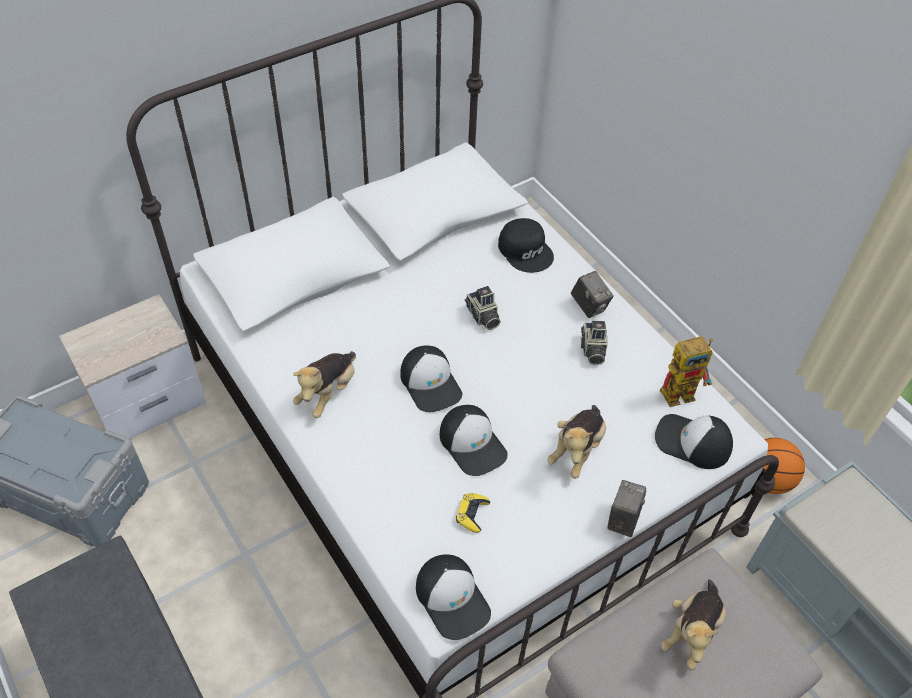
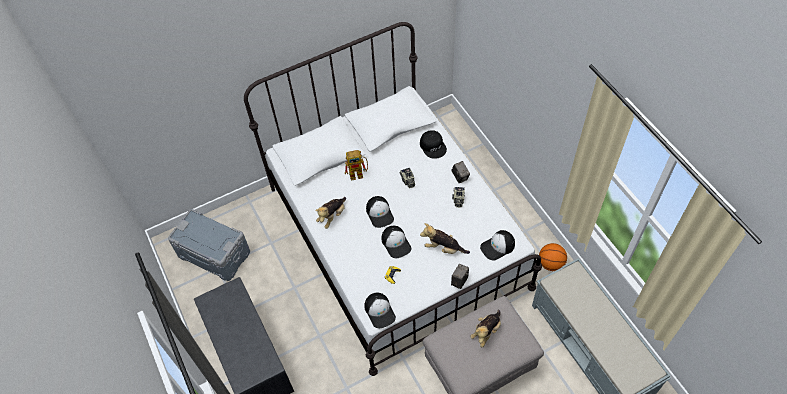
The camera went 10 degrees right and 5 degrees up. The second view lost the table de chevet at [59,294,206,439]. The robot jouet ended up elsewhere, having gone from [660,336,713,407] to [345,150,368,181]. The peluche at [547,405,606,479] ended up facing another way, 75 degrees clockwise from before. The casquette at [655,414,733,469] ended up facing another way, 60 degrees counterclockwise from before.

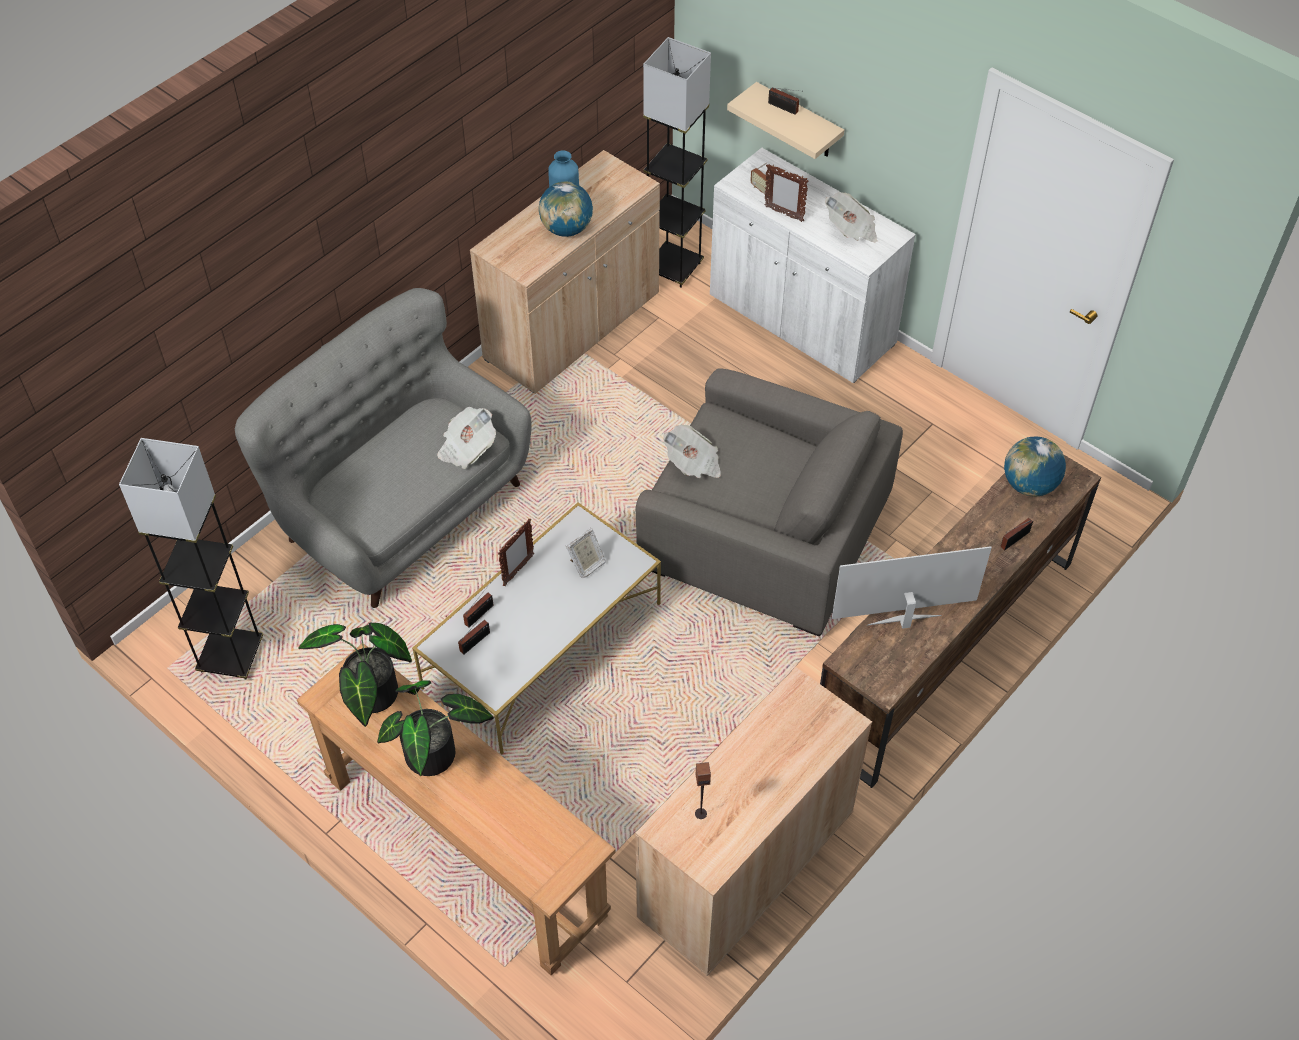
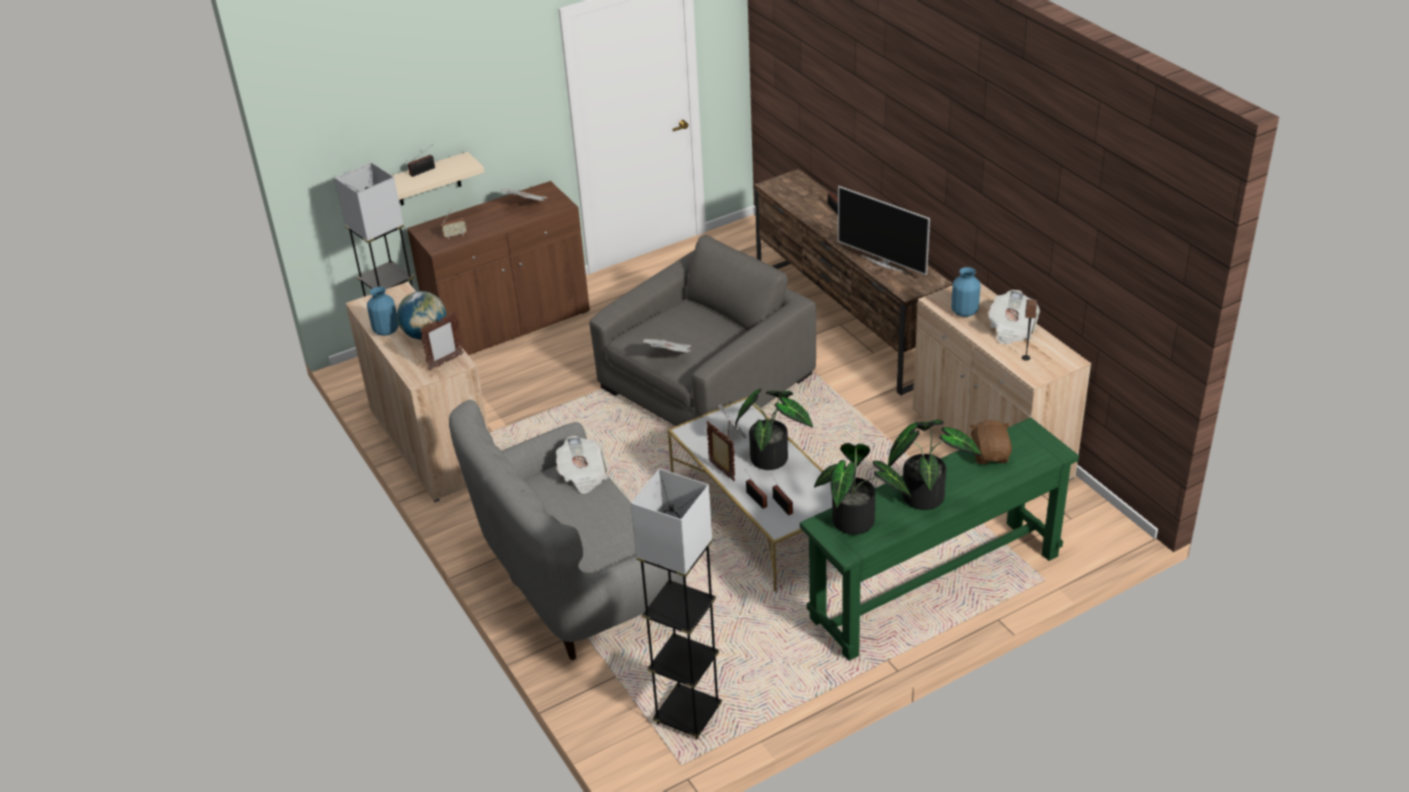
The camera went 70 degrees left and 15 degrees down. The second view lost the globe at [1004,437,1066,497]. The second view gained the plante en pot at [735,388,813,470]. The second view gained the vase [bleu] at [951,267,980,317]. The second view gained the peluche [marron] at [970,420,1012,464]. The second view gained the journal at [988,290,1040,344]. The cadre photo ended up elsewhere, having gone from [764,164,808,222] to [420,312,464,371]. What was the table console [marron] at [297,643,616,975] turned into the table console [vert] at [800,417,1079,661]. What was the meuble de rangement [blanc] at [710,148,916,383] turned into the meuble de rangement [marron] at [407,181,590,355]. The téléviseur at [832,546,992,629] ended up facing another way, 60 degrees counterclockwise from before.

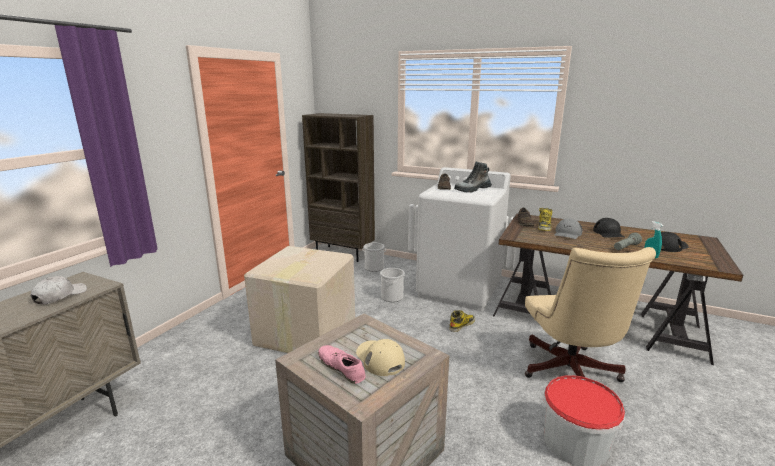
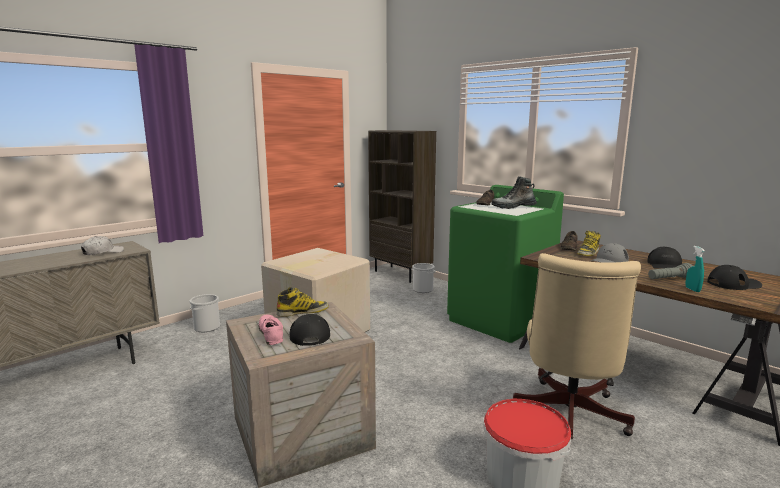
The camera went 20 degrees right and 5 degrees down. The seau ended up elsewhere, having gone from [380,268,405,302] to [190,294,220,332]. The botte ended up elsewhere, having gone from [449,310,475,332] to [276,287,329,317]. What was the casquette [beige] at [356,339,405,376] turned into the casquette [noir] at [289,314,330,346]. What was the lave-linge [blanc] at [416,167,511,311] turned into the lave-linge [vert] at [447,185,564,343].

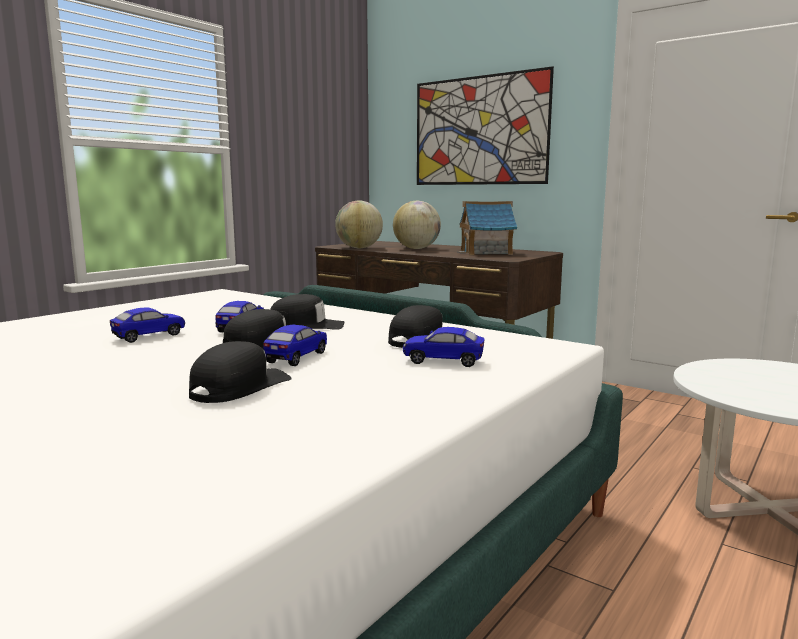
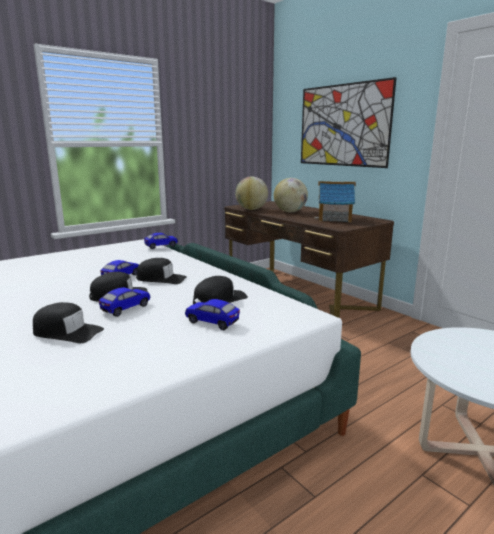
The camera went 15 degrees right and 5 degrees up. The petite voiture ended up elsewhere, having gone from [110,307,185,343] to [144,233,178,249]. The casquette [noir] at [189,341,292,403] ended up facing another way, 60 degrees clockwise from before.

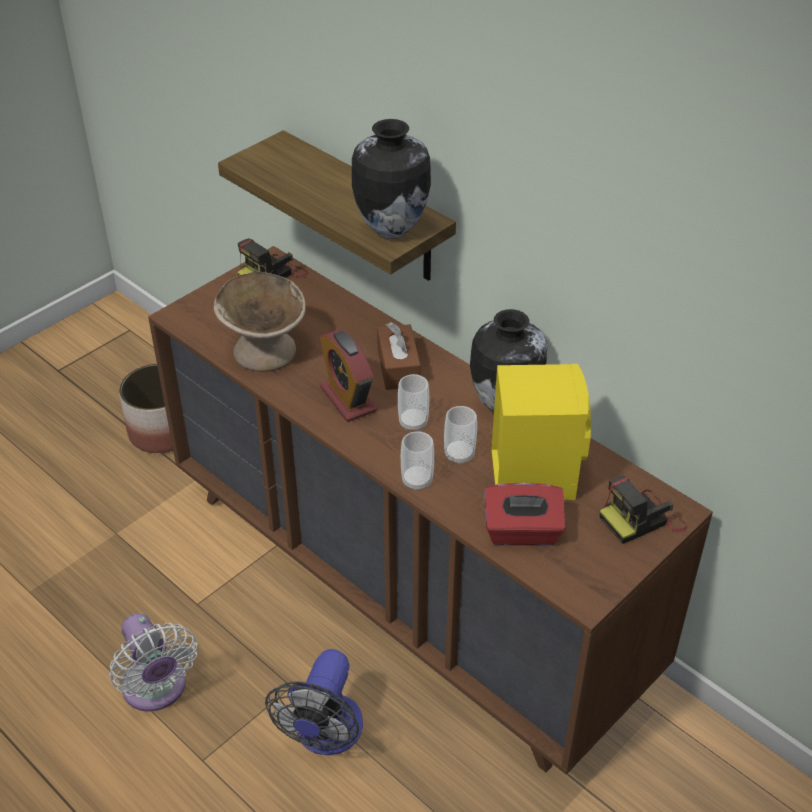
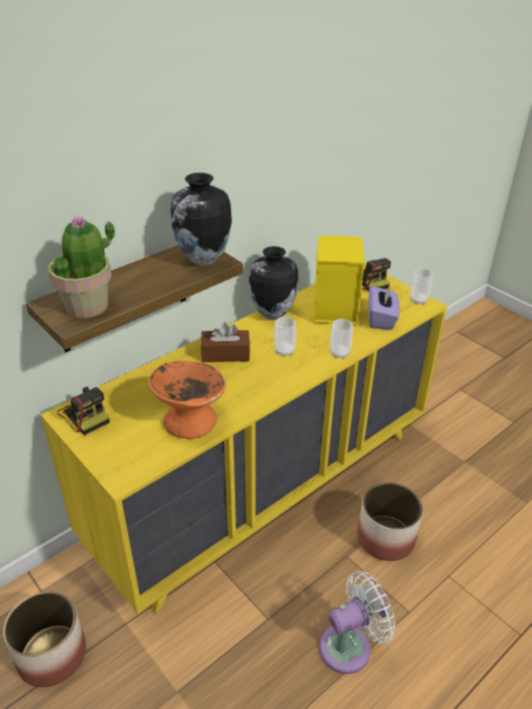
The camera went 85 degrees left and 5 degrees down. The second view lost the réveil at [320,329,377,422]. The second view gained the plante en pot at [48,216,115,318]. The tasse ended up elsewhere, having gone from [444,406,477,465] to [410,268,433,305]. Where the ventilateur stood at [265,649,363,755], the cache-pot came to stand at [357,482,423,561]. What was the commode [marron] at [148,246,713,774] turned into the commode [jaune] at [41,263,447,614]. What was the bol [beige] at [214,272,306,372] turned into the bol [orange] at [148,361,226,439]. What was the boîte à mouchoirs [rouge] at [484,483,566,546] turned into the boîte à mouchoirs [violet] at [368,285,400,330].

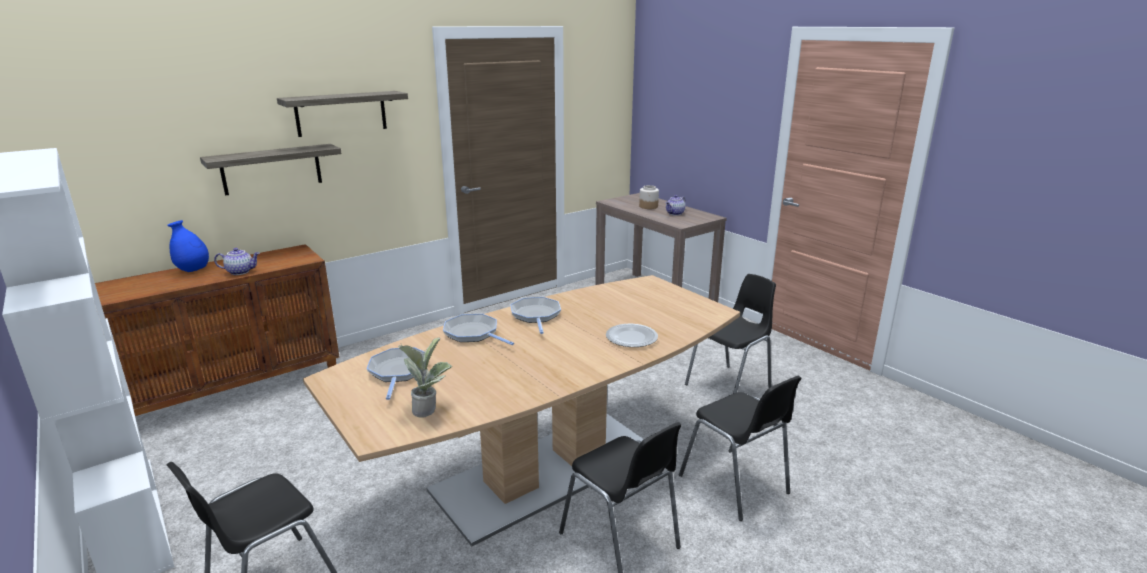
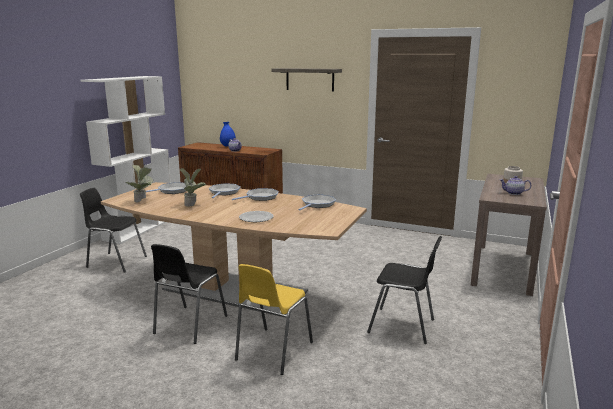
The camera went 60 degrees right and 5 degrees down. The second view lost the étagère at [200,144,342,196]. The second view gained the plante en pot at [179,168,206,207]. The second view gained the poêle at [298,194,336,210]. What was the chaise [noir] at [679,376,802,521] turned into the chaise [jaune] at [235,264,313,375].

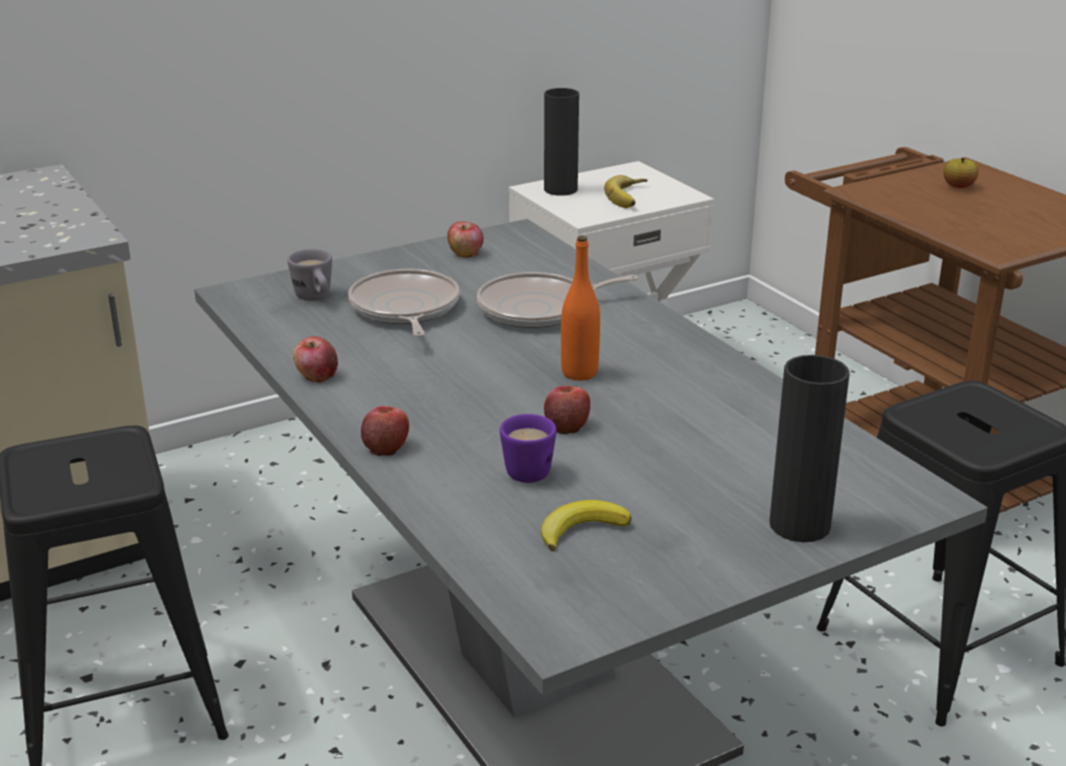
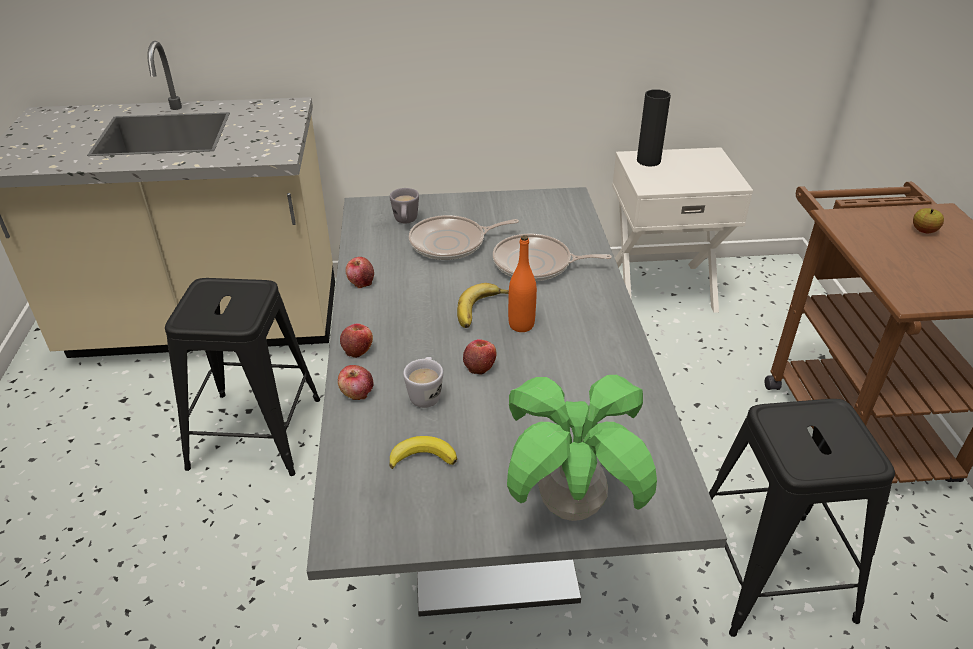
The camera went 25 degrees right and 10 degrees up. The pomme ended up elsewhere, having gone from [447,221,484,258] to [338,365,374,400]. The banane ended up elsewhere, having gone from [604,175,648,208] to [457,283,509,328]. Where the vase [noir] stood at [769,355,850,542], the plante en pot came to stand at [507,375,657,521]. What was the mug [violet] at [500,414,556,483] turned into the mug [blanc] at [403,357,443,408]. The poêle at [349,269,460,337] ended up facing another way, 120 degrees counterclockwise from before.

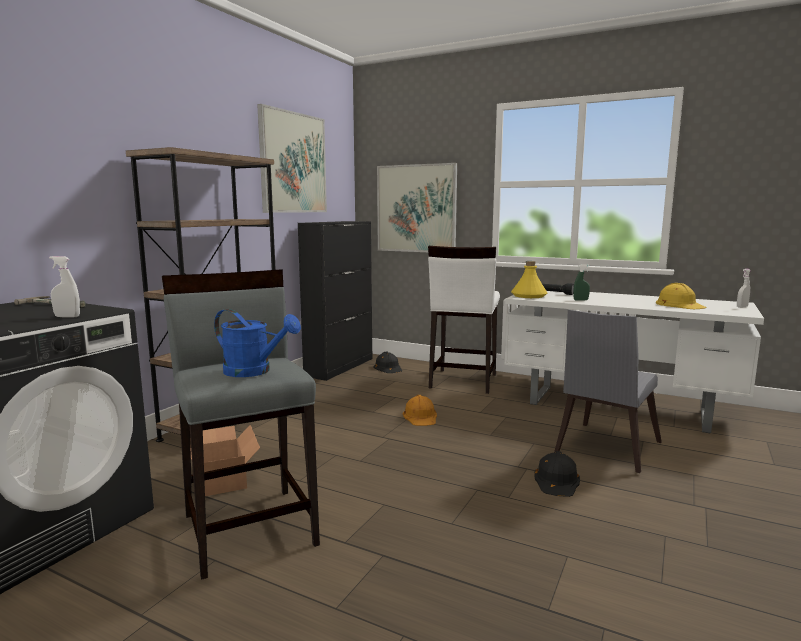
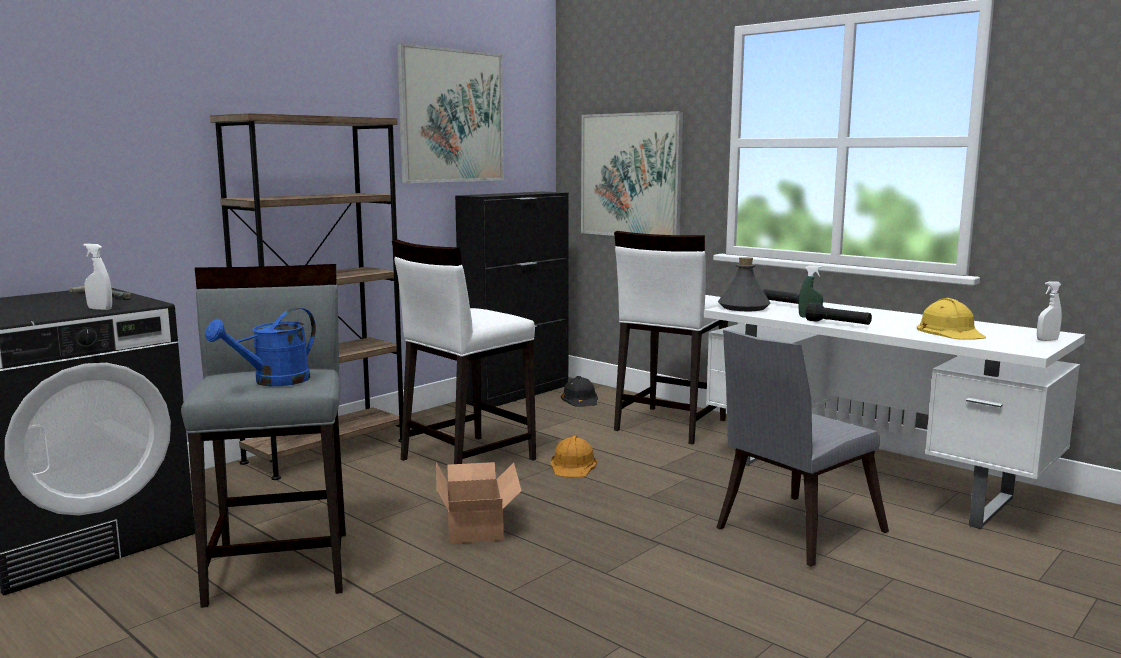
The camera went 15 degrees right and 0 degrees up. The second view lost the casque de chantier [noir] at [534,451,580,497]. The second view gained the tabouret [blanc] at [392,239,536,464]. The second view gained the lampe de poche [noir] at [806,302,872,325]. The carton ended up elsewhere, having gone from [190,425,260,496] to [436,462,522,544]. What was the bouteille [jaune] at [511,261,548,298] turned into the bouteille [gris] at [718,257,770,311]. The arrosoir [bleu] at [214,309,301,377] ended up facing another way, 90 degrees clockwise from before.

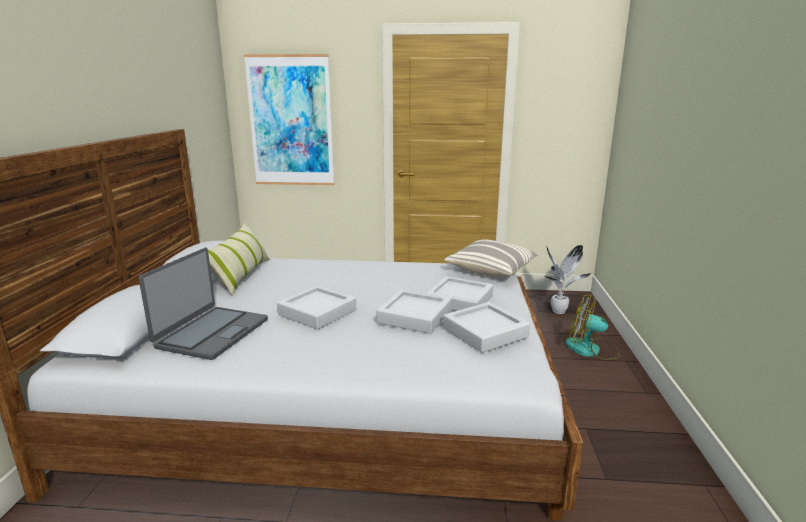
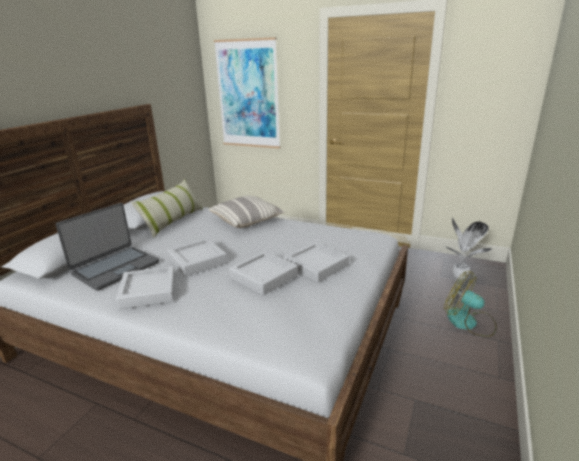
The camera went 20 degrees right and 5 degrees up. The plateau [gris] ended up elsewhere, having gone from [443,302,530,353] to [116,266,175,309]. The coussin ended up elsewhere, having gone from [444,239,539,278] to [209,196,285,228].

